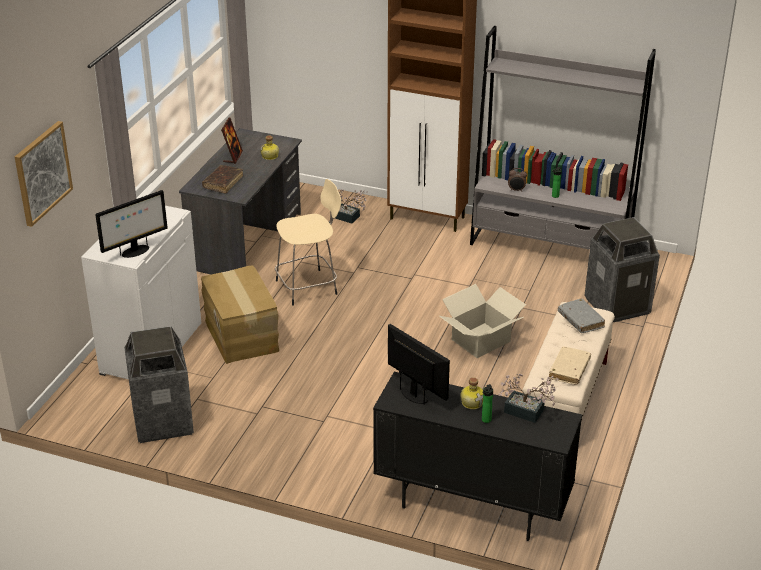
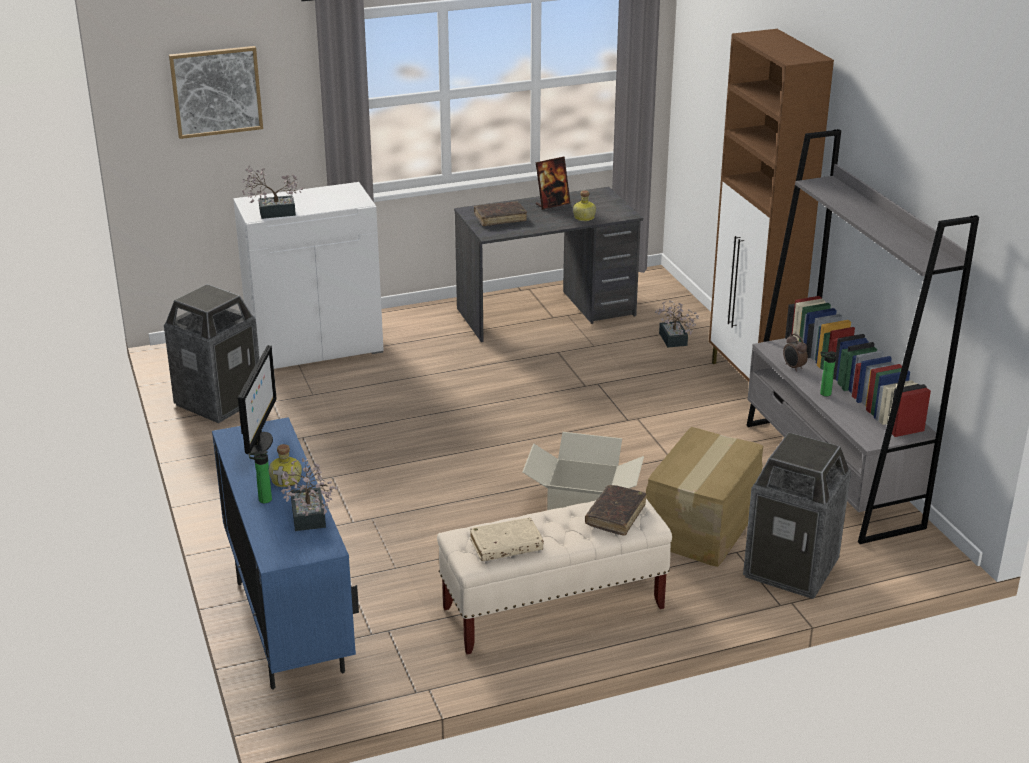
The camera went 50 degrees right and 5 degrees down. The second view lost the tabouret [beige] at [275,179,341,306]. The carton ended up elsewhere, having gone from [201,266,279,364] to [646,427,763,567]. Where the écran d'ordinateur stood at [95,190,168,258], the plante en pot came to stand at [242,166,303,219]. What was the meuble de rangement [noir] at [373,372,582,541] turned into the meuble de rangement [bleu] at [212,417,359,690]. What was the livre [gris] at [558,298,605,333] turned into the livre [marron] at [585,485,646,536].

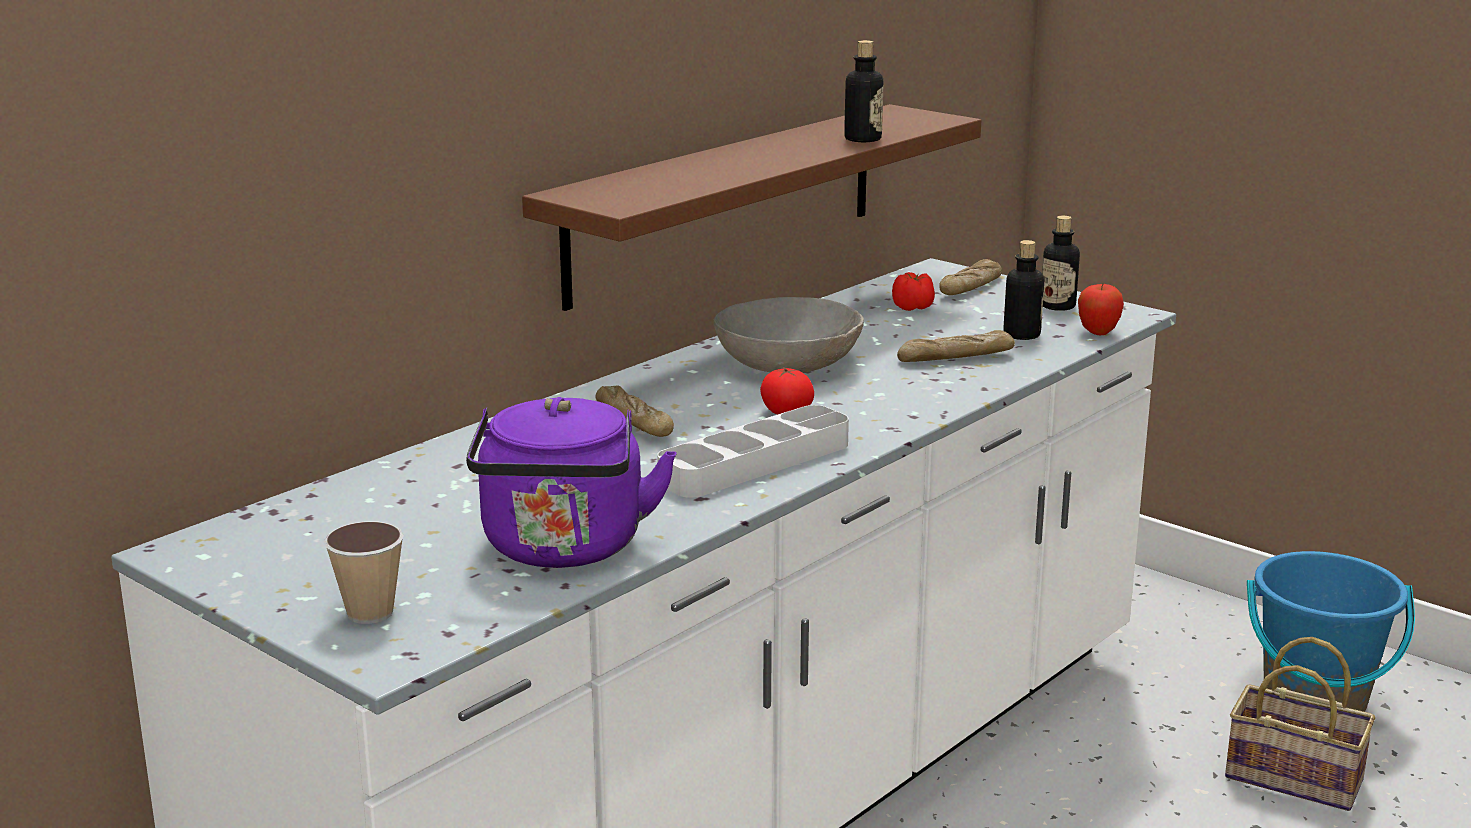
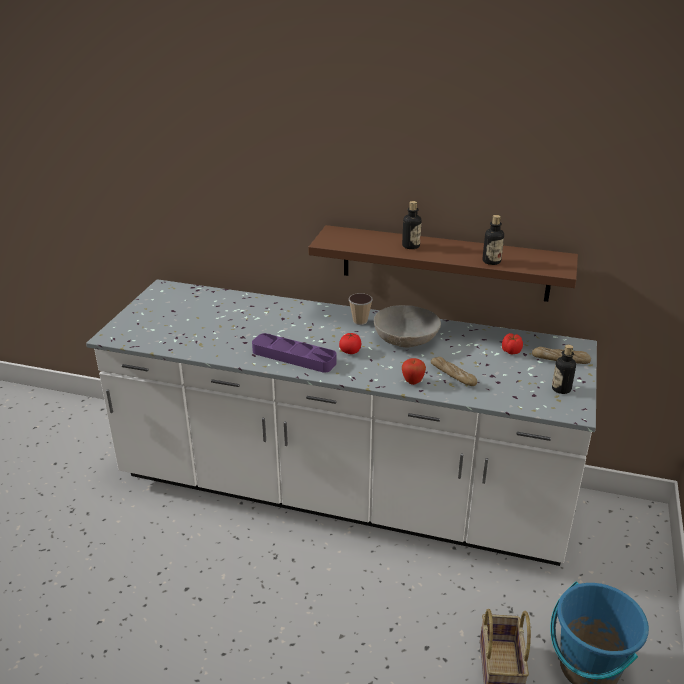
The camera went 65 degrees right and 10 degrees up. The second view lost the bouilloire [violet] at [466,397,677,568]. The second view lost the pain at [595,385,674,437]. The tasse ended up elsewhere, having gone from [324,521,404,624] to [349,293,373,325]. The bouteille ended up elsewhere, having gone from [1003,240,1044,340] to [402,201,422,249]. The pomme ended up elsewhere, having gone from [1078,283,1124,335] to [402,358,426,385]. What was the plateau [gris] at [657,405,849,498] turned into the plateau [violet] at [252,333,337,373].

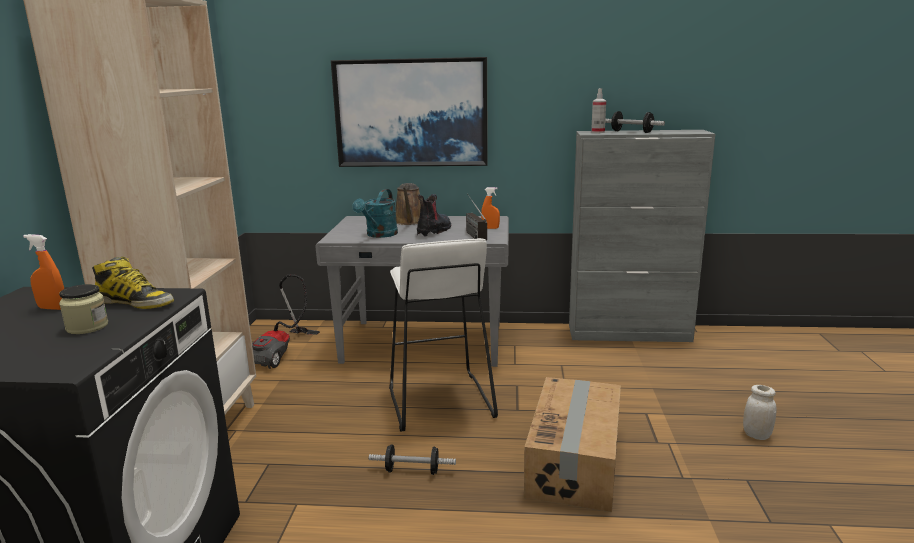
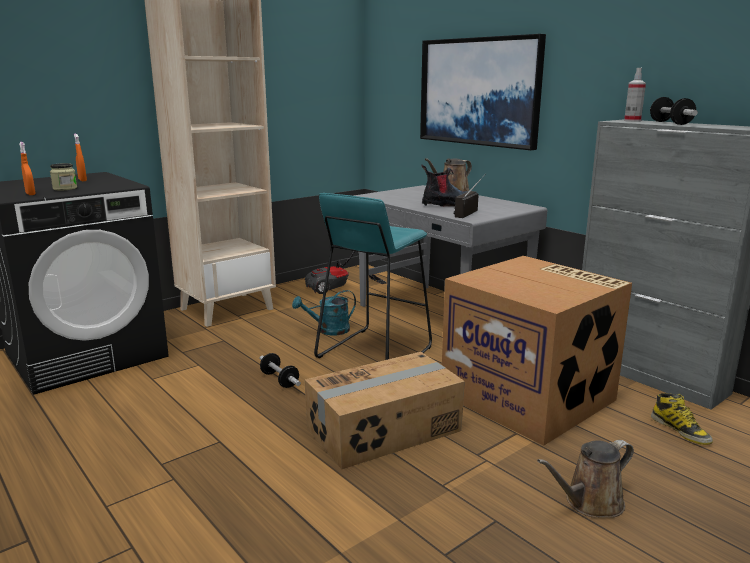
The camera went 45 degrees right and 0 degrees up. The second view gained the carton at [442,256,632,446]. The botte ended up elsewhere, having gone from [92,257,174,309] to [651,393,713,445]. The arrosoir [turquoise] ended up elsewhere, having gone from [352,189,398,238] to [292,290,356,335]. The vaporisateur [orange] ended up elsewhere, having gone from [481,187,500,229] to [19,142,36,195]. Where the bocal [blanc] stood at [743,385,777,440], the arrosoir [marron] came to stand at [537,440,634,518]. What was the tabouret [blanc] at [389,238,498,432] turned into the tabouret [turquoise] at [314,193,432,360].

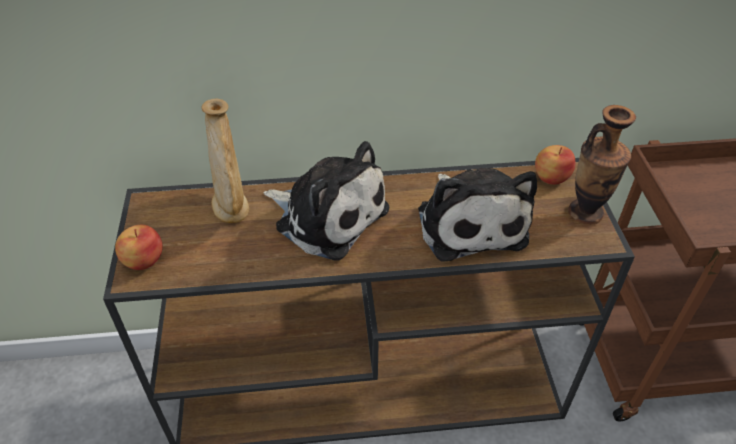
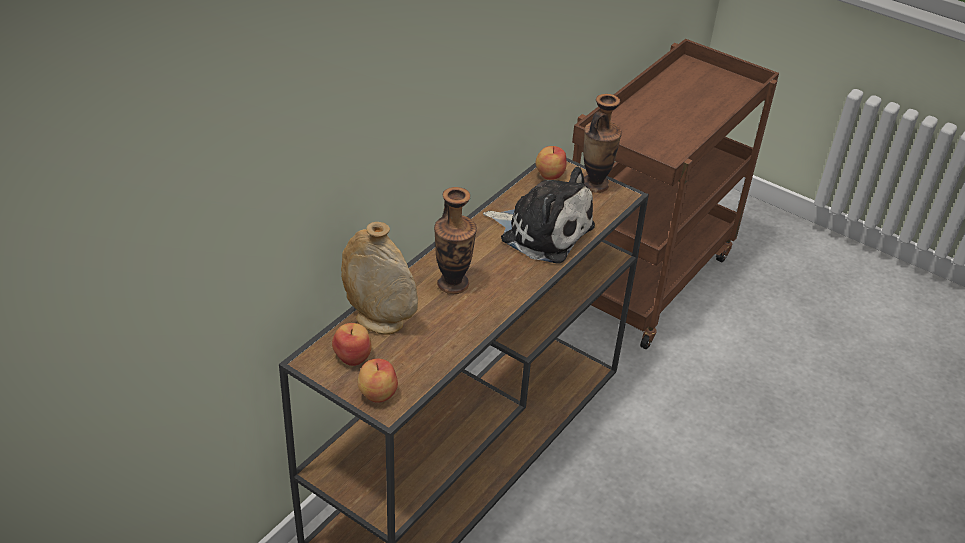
The camera went 50 degrees left and 5 degrees down. The second view gained the pomme at [332,323,372,366]. Where the peluche stood at [263,141,389,261], the vase came to stand at [434,187,477,294].

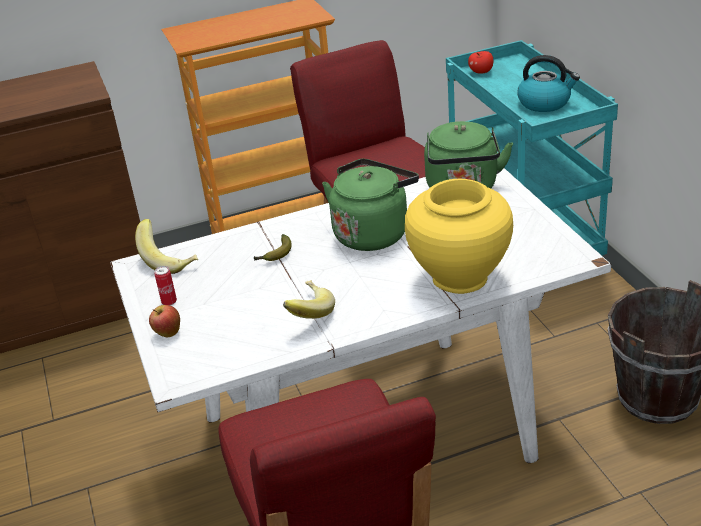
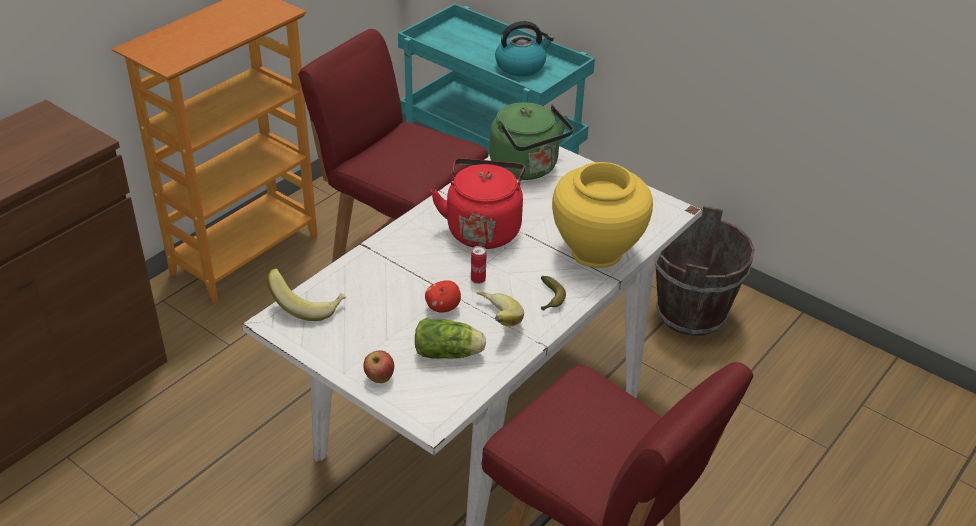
The camera went 35 degrees left and 5 degrees up. The second view gained the laitue at [415,318,486,359]. The boîte métallique ended up elsewhere, having gone from [154,266,177,305] to [471,246,487,284]. The banane ended up elsewhere, having gone from [254,234,292,261] to [541,276,566,311]. The pomme ended up elsewhere, having gone from [468,51,493,74] to [425,280,461,313]. What was the bouilloire [vert] at [322,159,419,251] turned into the bouilloire [rouge] at [430,158,525,249].

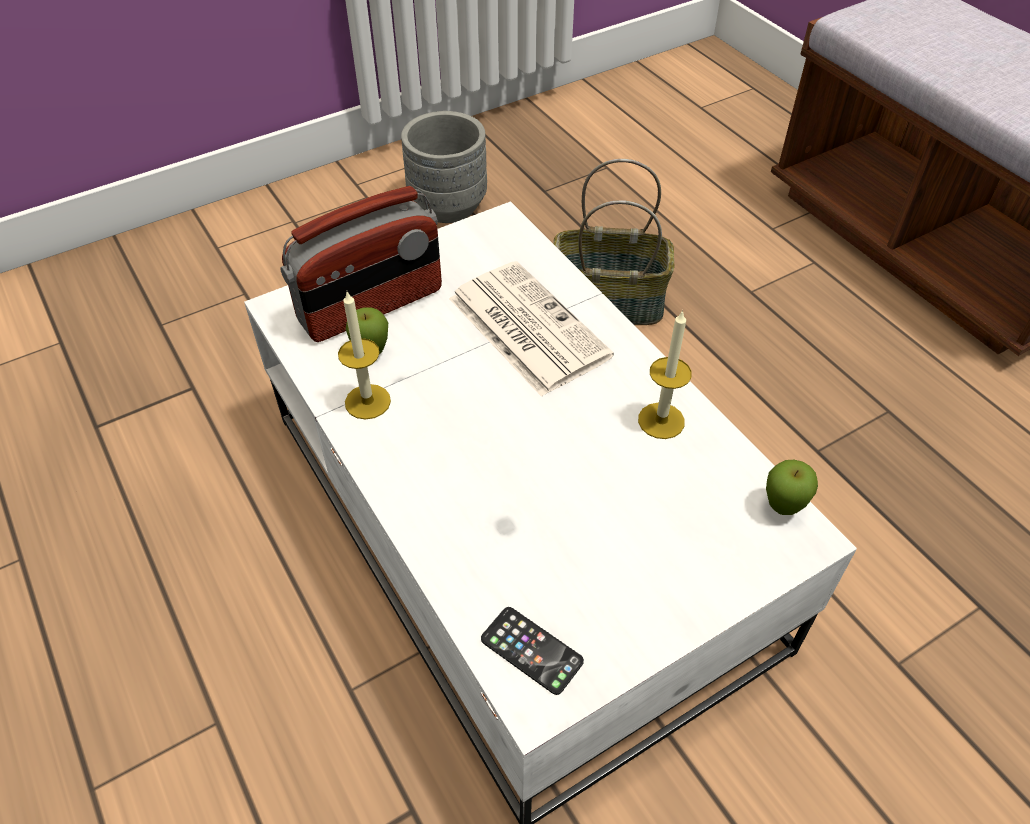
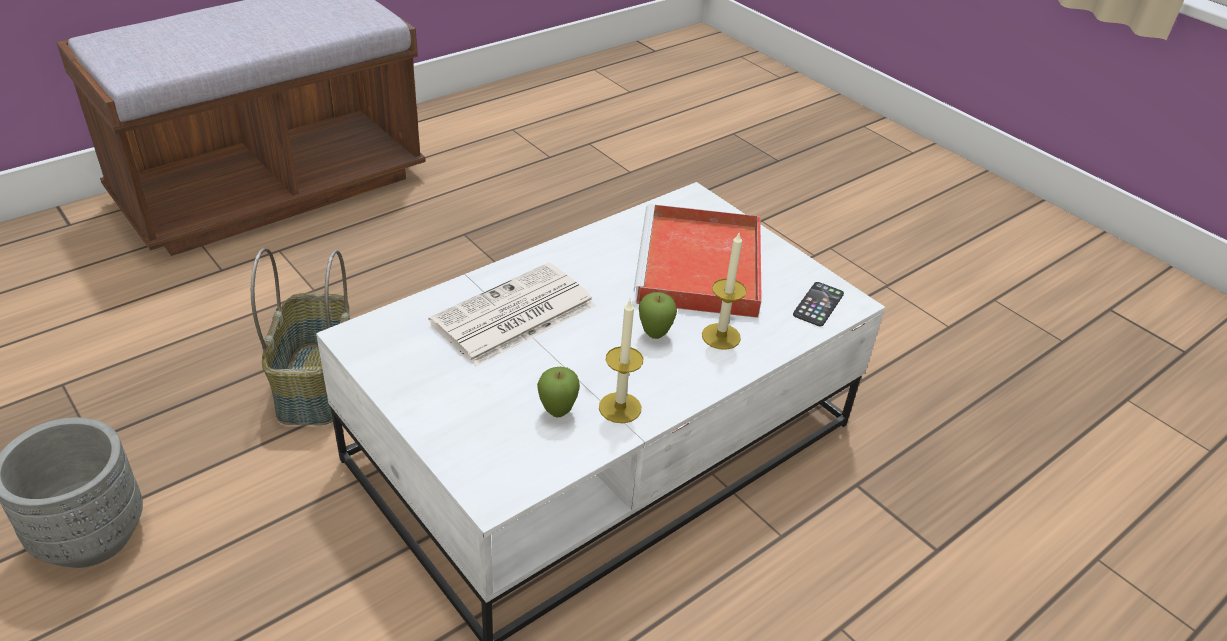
The camera went 100 degrees left and 10 degrees down. The second view lost the radio at [280,186,442,342]. The second view gained the plateau [rouge] at [633,204,762,318]. The bougie ended up elsewhere, having gone from [638,310,692,439] to [702,231,747,350]. The pomme ended up elsewhere, having gone from [766,460,818,515] to [639,292,677,339].

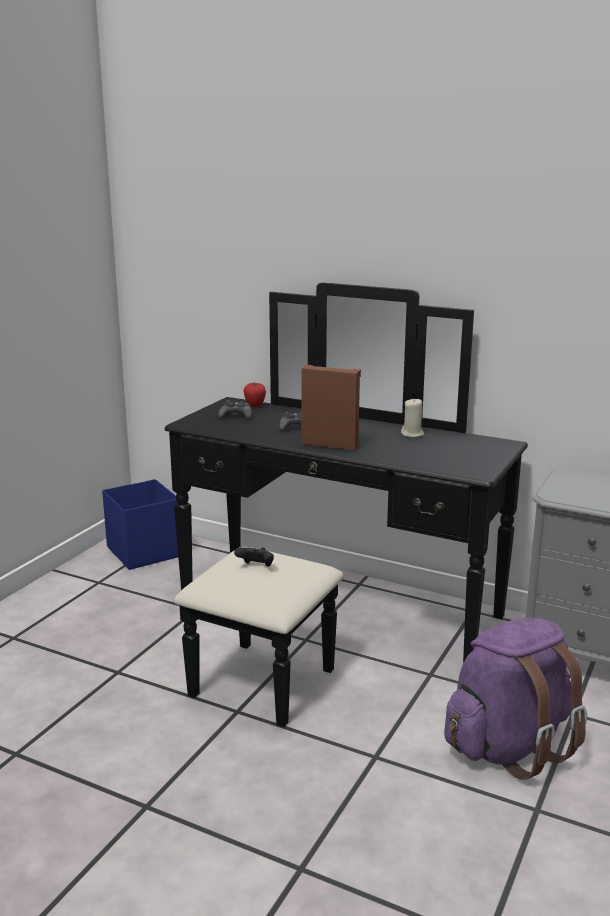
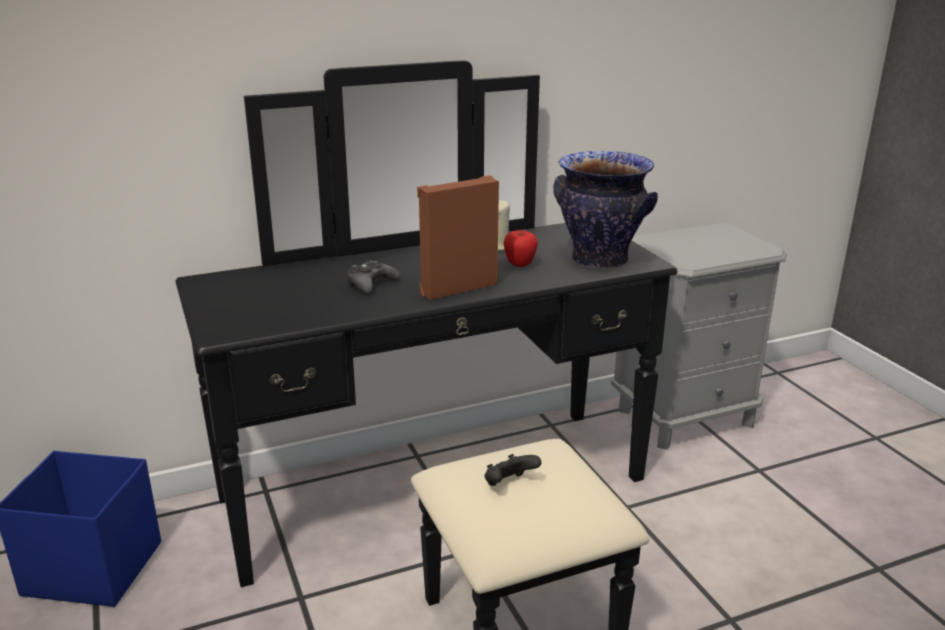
The camera went 50 degrees left and 5 degrees up. The second view lost the manette [noir] at [218,400,252,419]. The second view lost the sac à dos [violet] at [444,618,587,780]. The second view gained the vase at [553,151,658,269]. The pomme ended up elsewhere, having gone from [243,383,266,407] to [503,230,538,267].

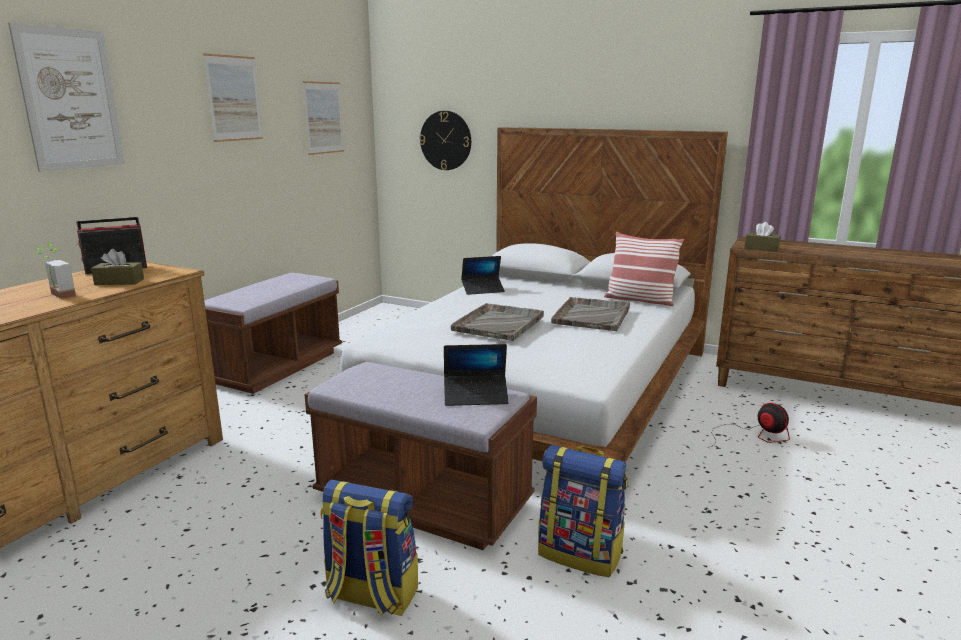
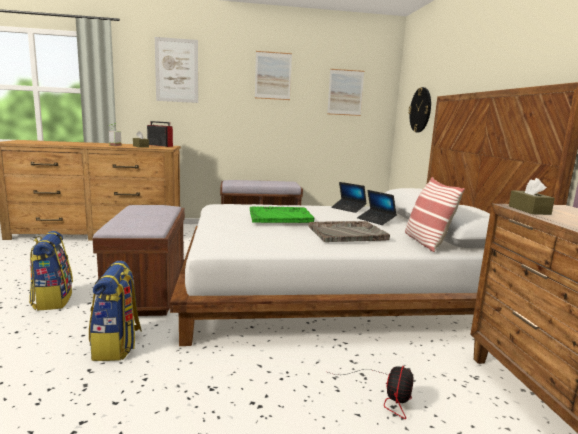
The camera went 55 degrees right and 5 degrees down. The ordinateur portable ended up elsewhere, having gone from [444,344,509,406] to [357,190,397,225]. What was the plateau [gris] at [451,303,544,341] turned into the plateau [vert] at [250,206,314,223].

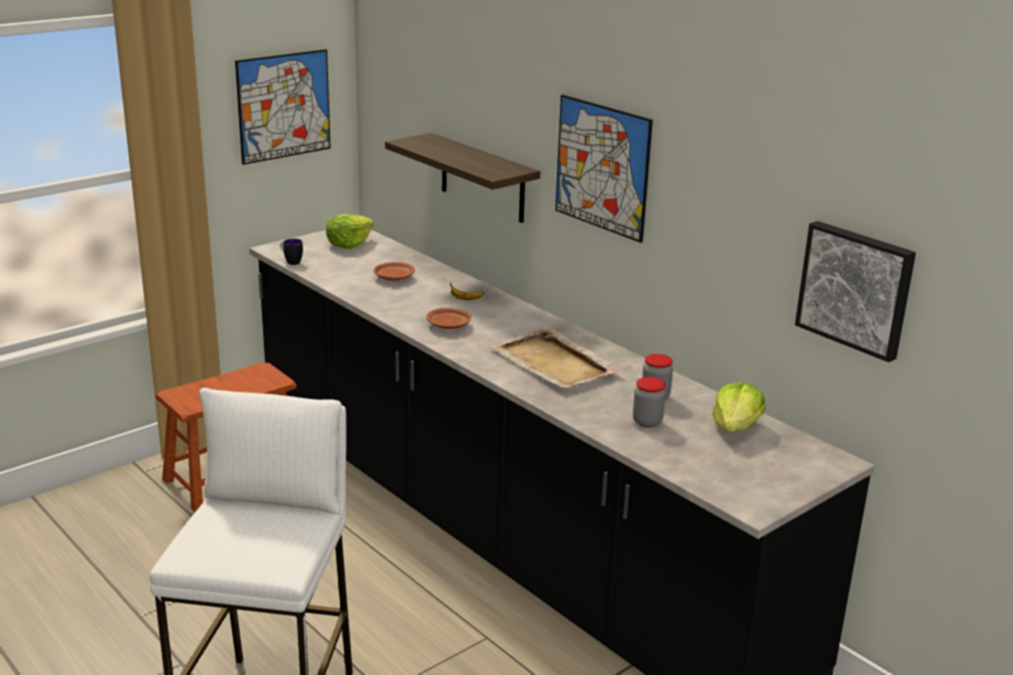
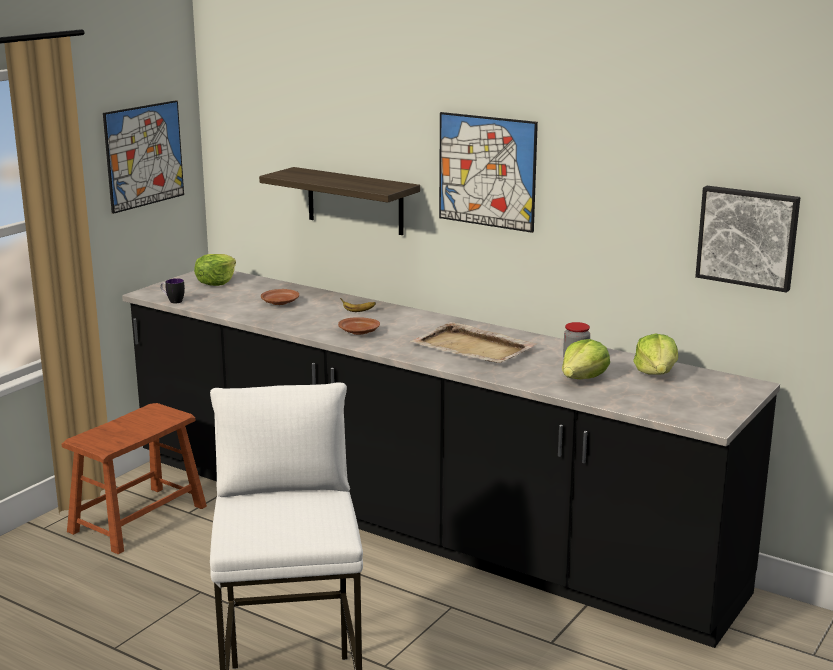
The camera went 15 degrees left and 5 degrees down. Where the bocal stood at [633,377,666,428], the laitue came to stand at [562,339,610,379].

